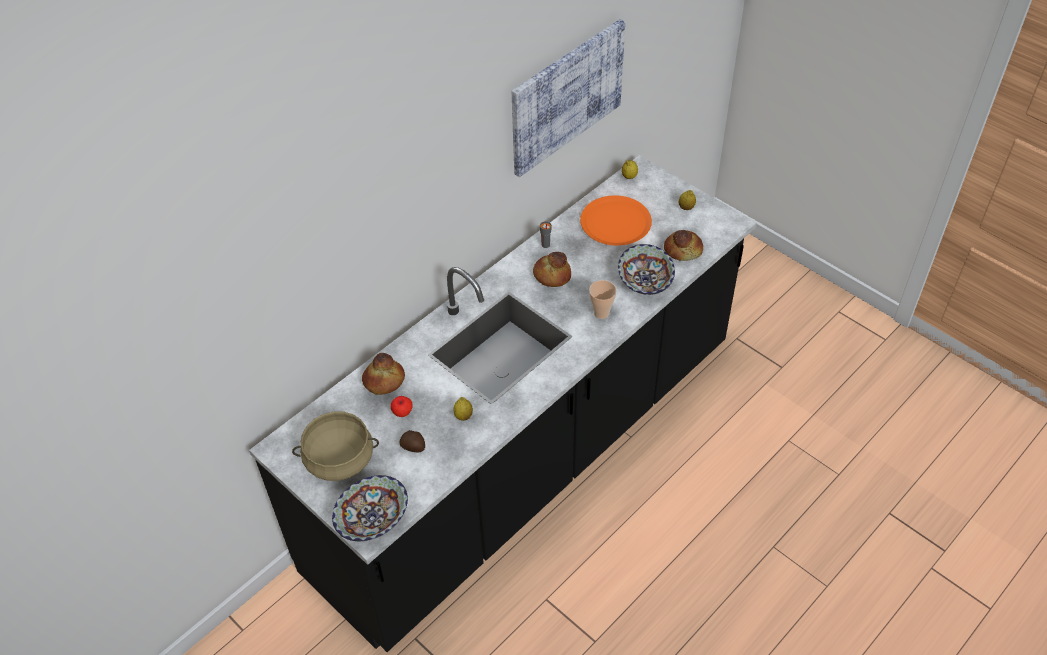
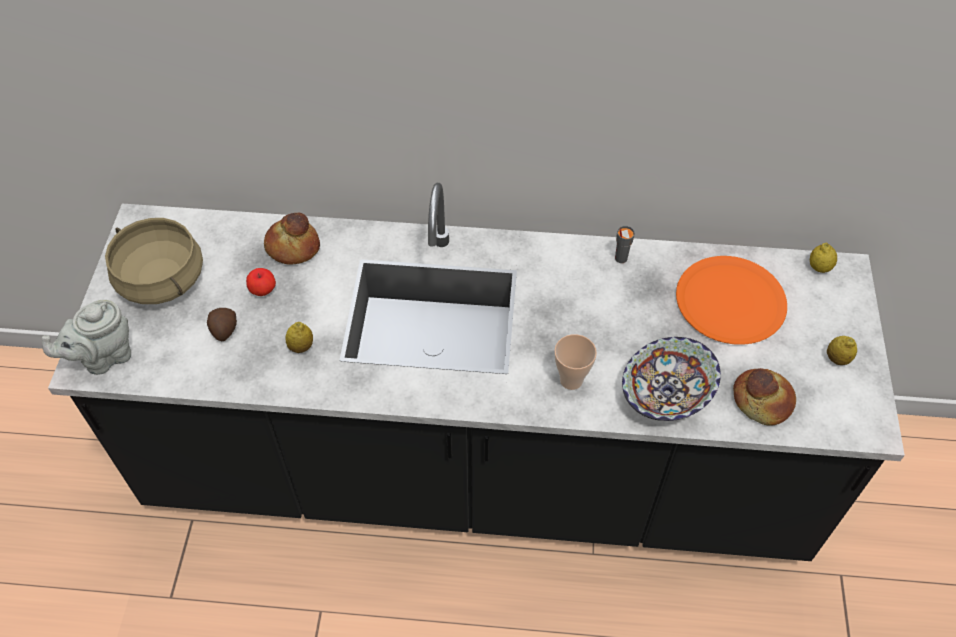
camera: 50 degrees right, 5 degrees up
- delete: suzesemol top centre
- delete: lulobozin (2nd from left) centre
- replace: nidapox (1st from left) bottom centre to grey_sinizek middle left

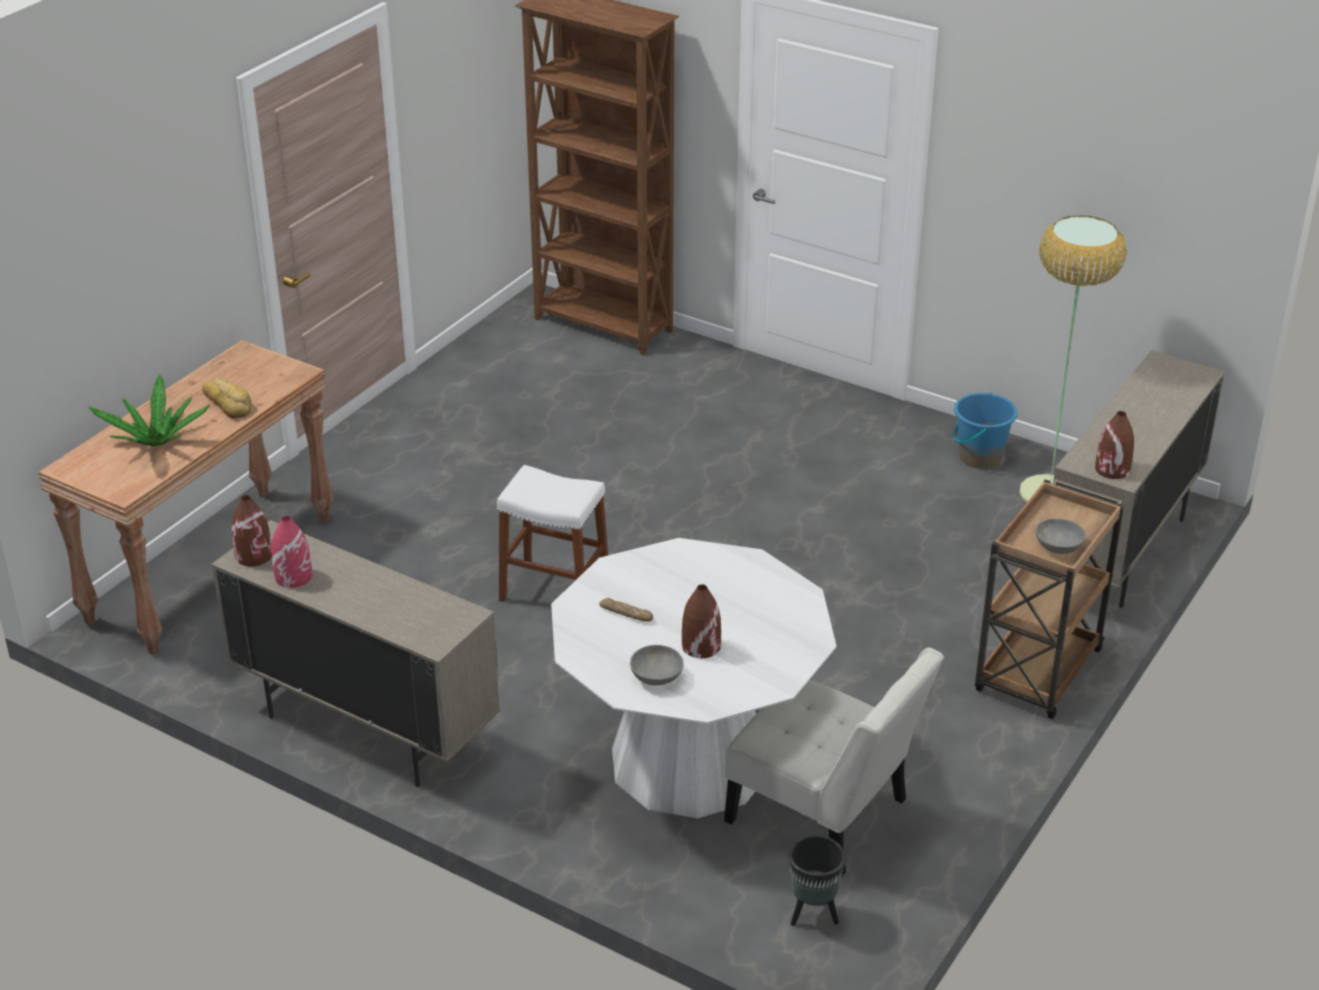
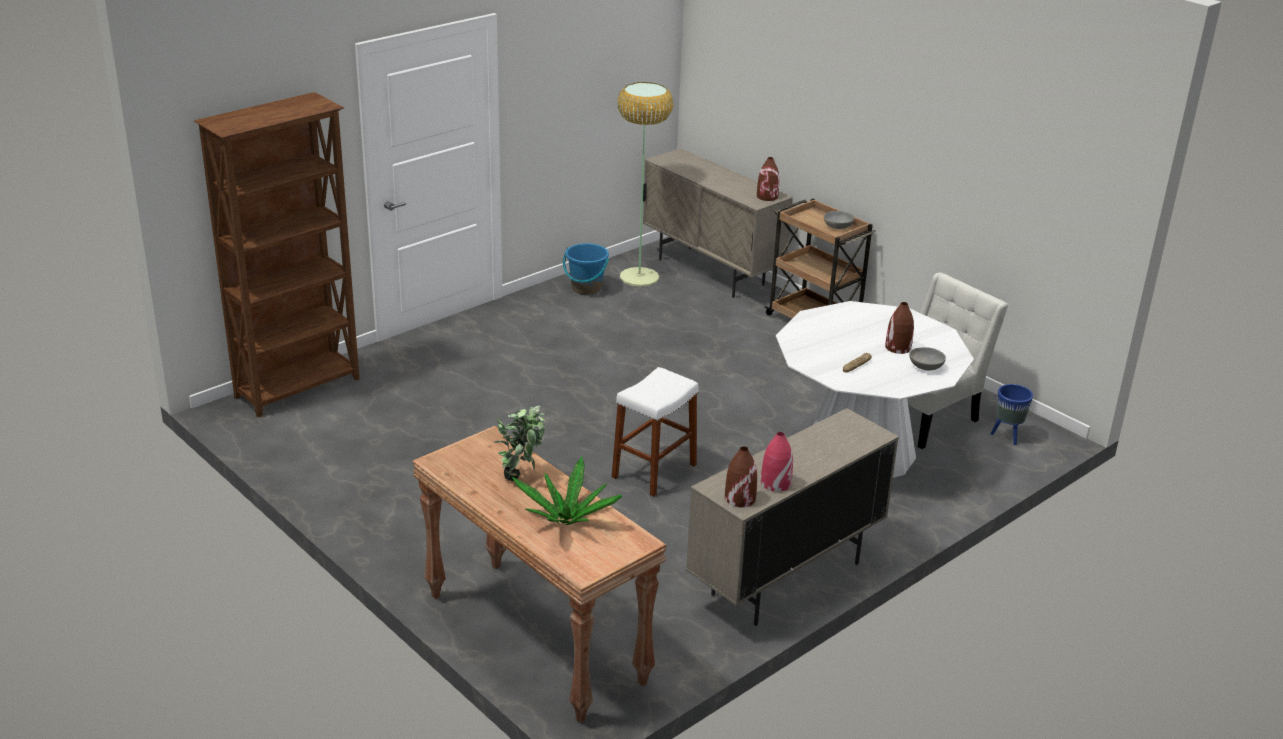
camera: 75 degrees left, 5 degrees down
- replace: lulobozin (1st from left) middle left to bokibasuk (1st from left) centre
- recolor: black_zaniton bottom centre to blue_zaniton middle right

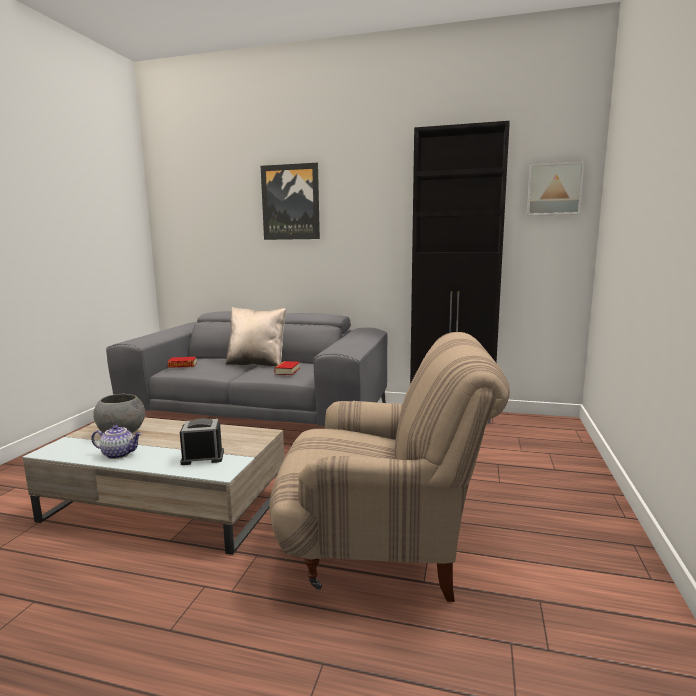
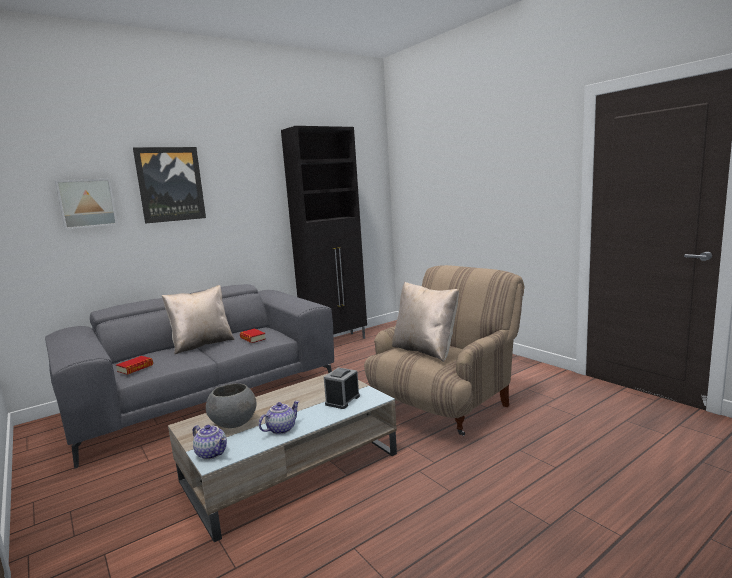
camera: 50 degrees left, 0 degrees up
- insert: sinizek (1st from left) bottom left
- insert: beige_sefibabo (2nd from left) centre
- move: suzesemol (2nd from left in the first image) top right to suzesemol (1st from left) middle left

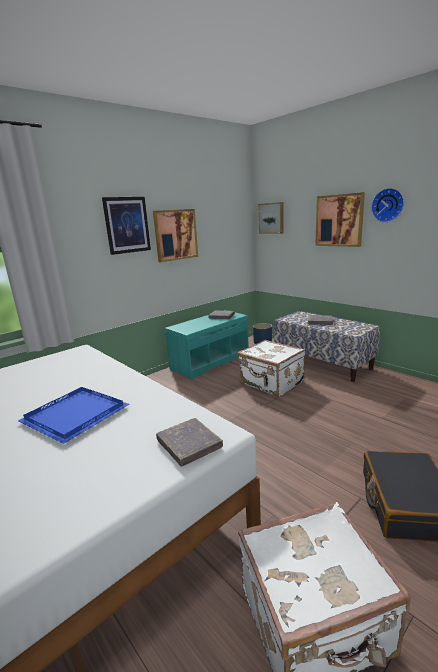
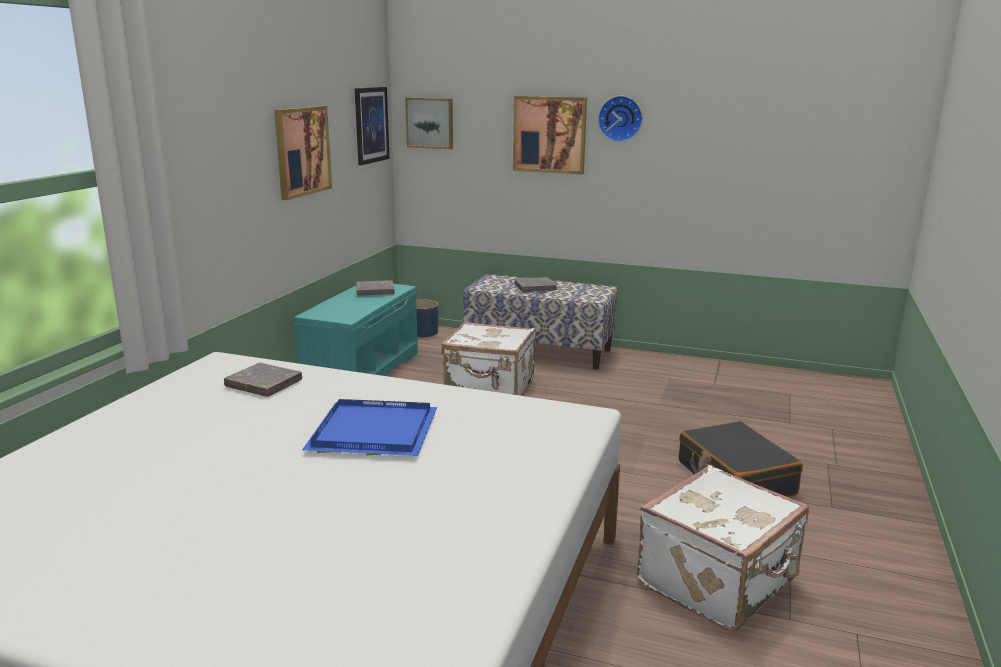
camera: 30 degrees left, 0 degrees up
- move: suzesemol (1st from left in the first image) middle left to suzesemol (2nd from left) top centre
- move: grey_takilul (1st from left) centre to middle left

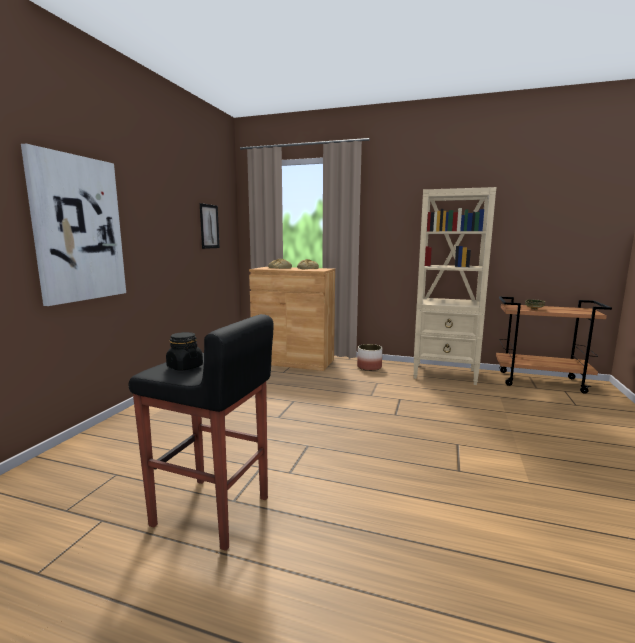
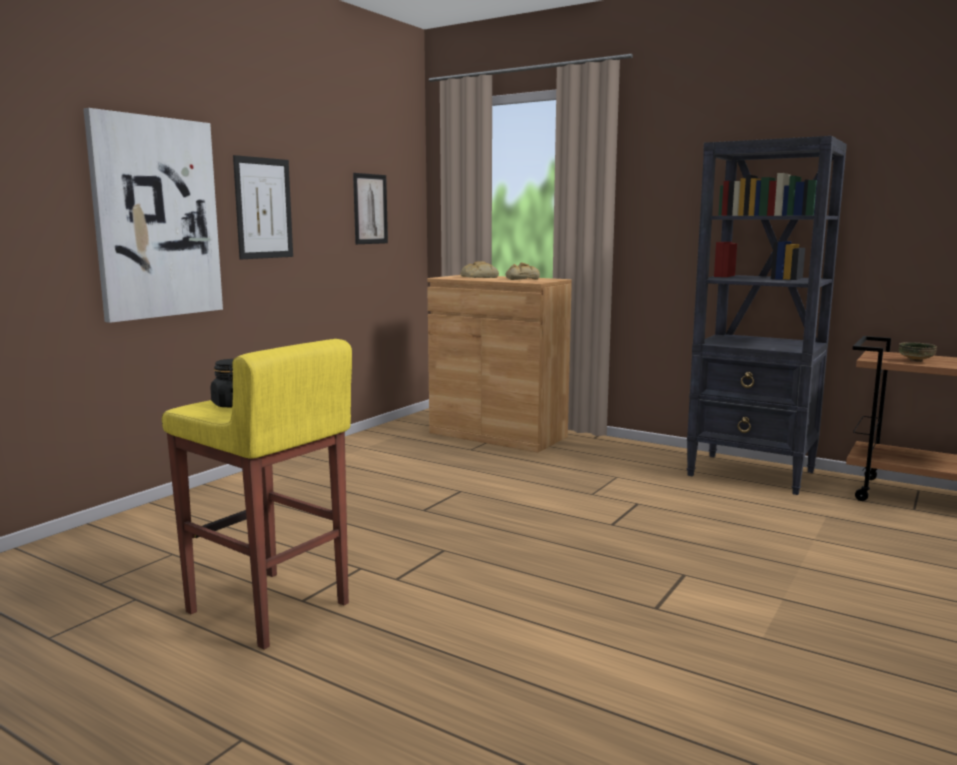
camera: 15 degrees right, 0 degrees up
- delete: zaniton centre
- insert: suzesemol (2nd from left) top left
- recolor: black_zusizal bottom left to yellow_zusizal middle left
- recolor: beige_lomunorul middle right to black_lomunorul middle right

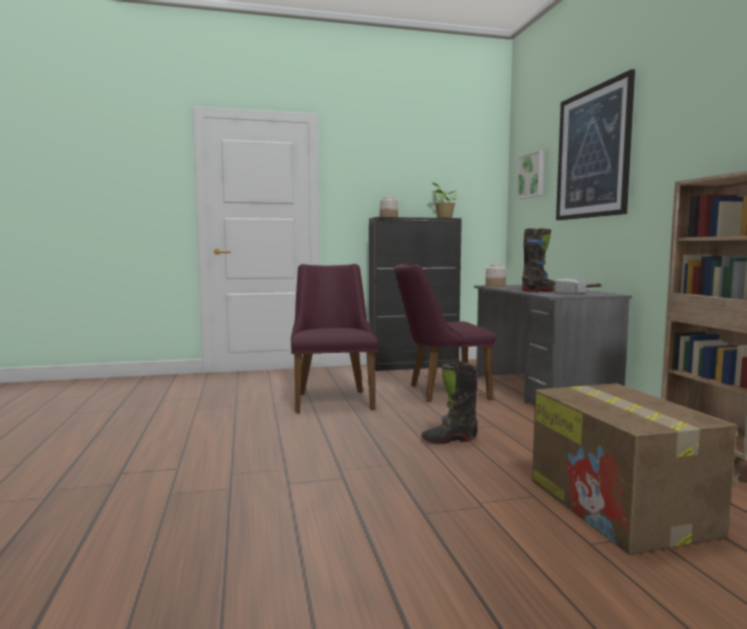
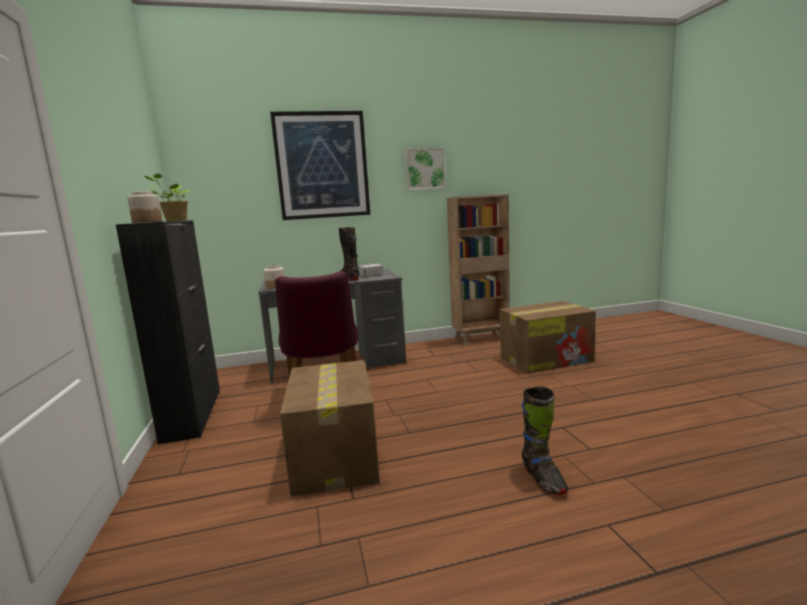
camera: 90 degrees left, 5 degrees up
- move: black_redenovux (1st from left in the first image) centre to black_redenovux (2nd from left) bottom right
- move: suzesemol (1st from left in the first image) top right to suzesemol (2nd from left) top centre
- replace: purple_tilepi (1st from left) centre to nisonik (1st from left) bottom centre

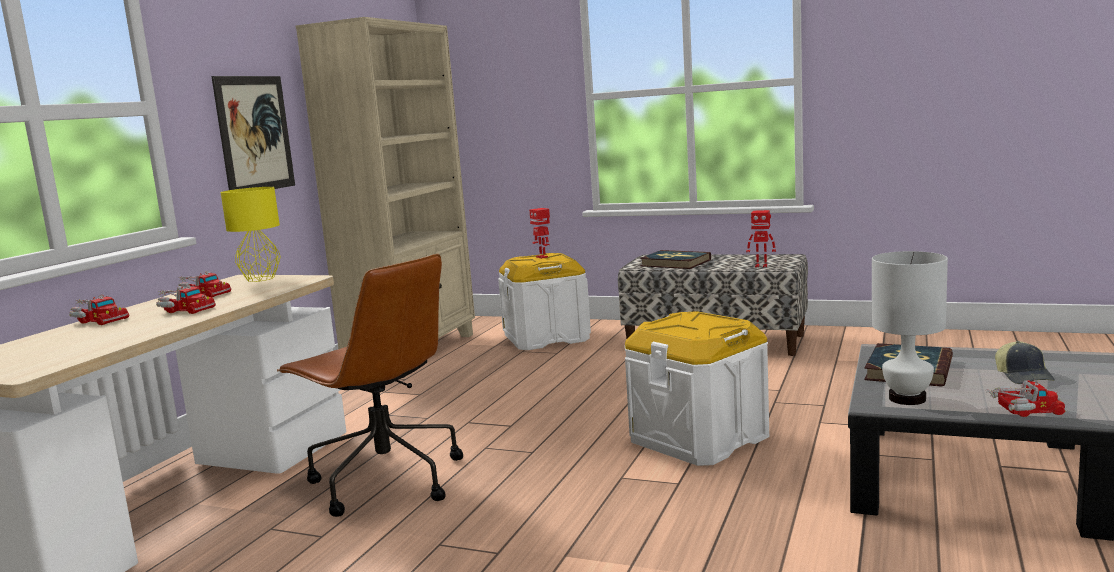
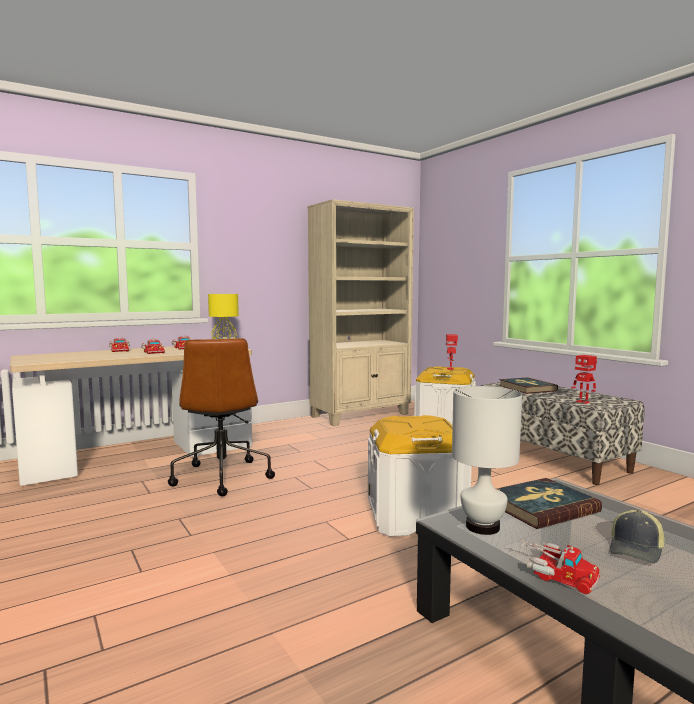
camera: 35 degrees right, 5 degrees down
- delete: suzesemol top left

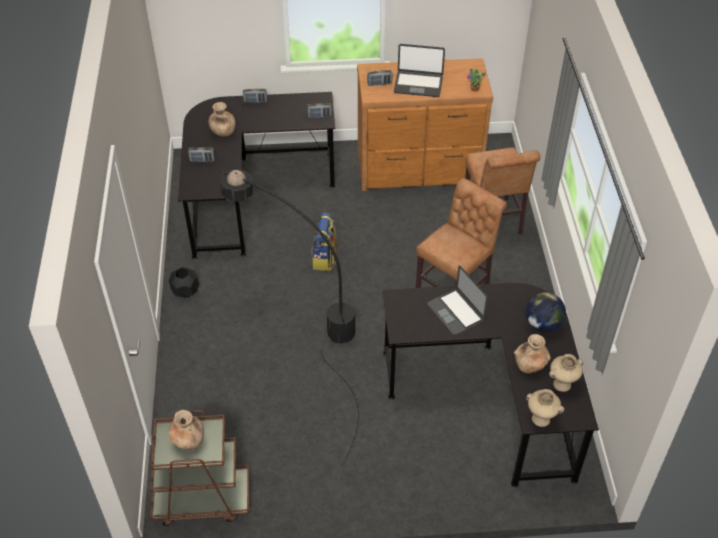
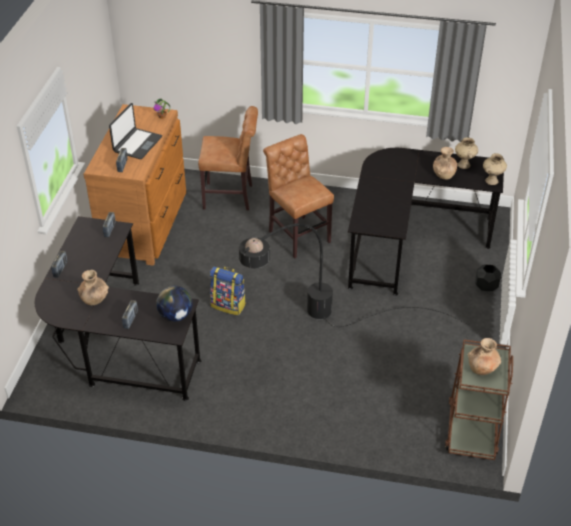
camera: 75 degrees left, 5 degrees down
- delete: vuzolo (2nd from left) centre
- move: black_zaniton middle left to middle right
- move: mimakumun middle right to middle left

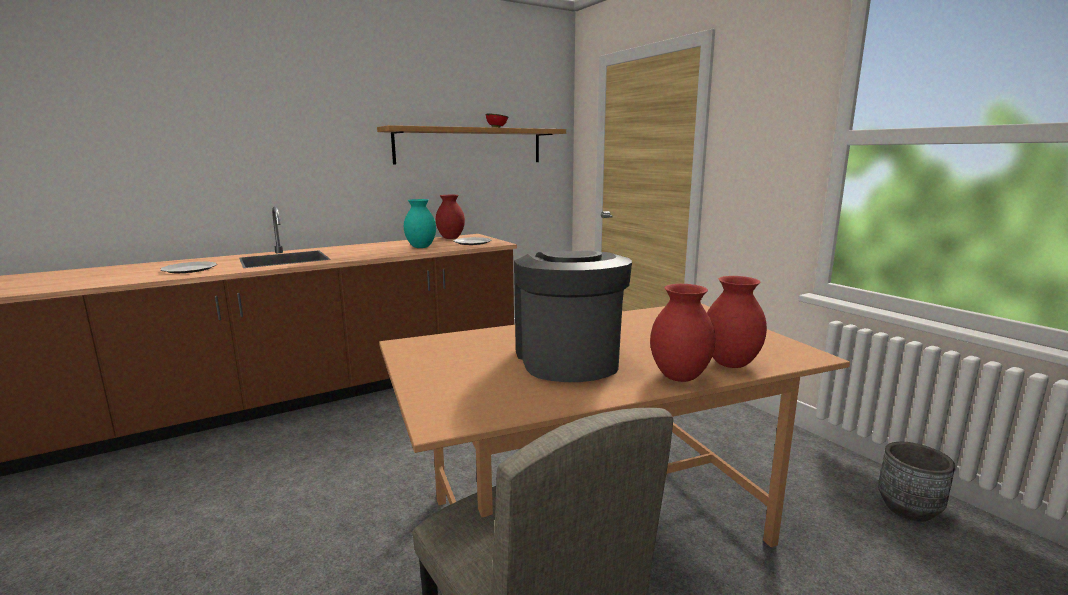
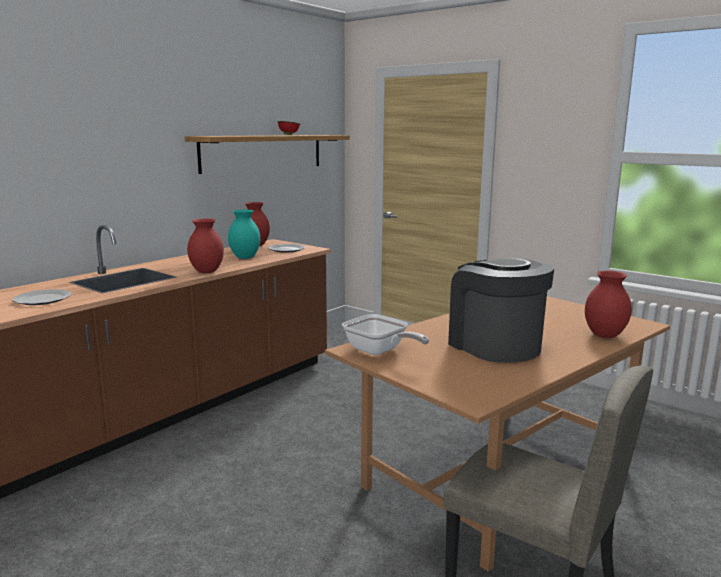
camera: 20 degrees left, 0 degrees up
- delete: grey_zaniton bottom right
- insert: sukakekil centre
- move: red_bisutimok (2nd from left in the first image) centre to red_bisutimok (1st from left) middle left

